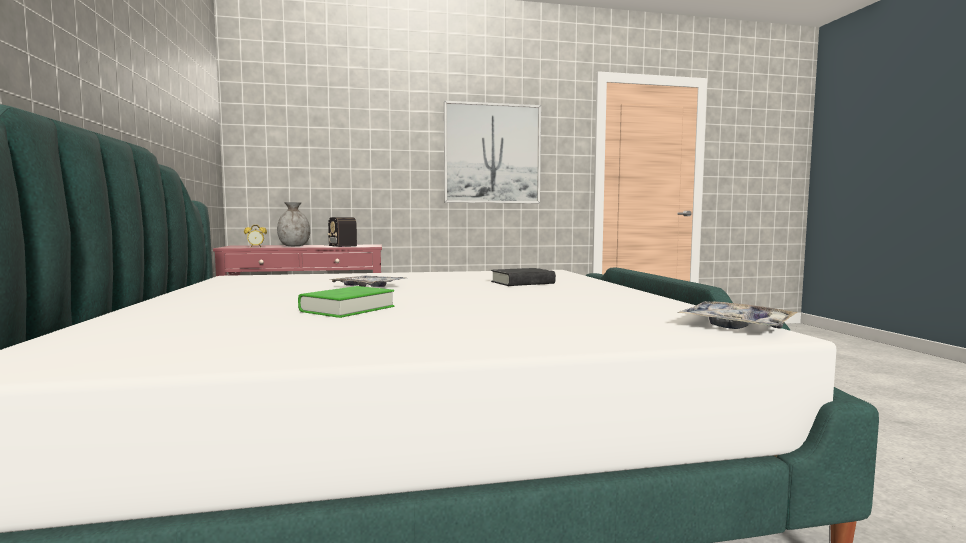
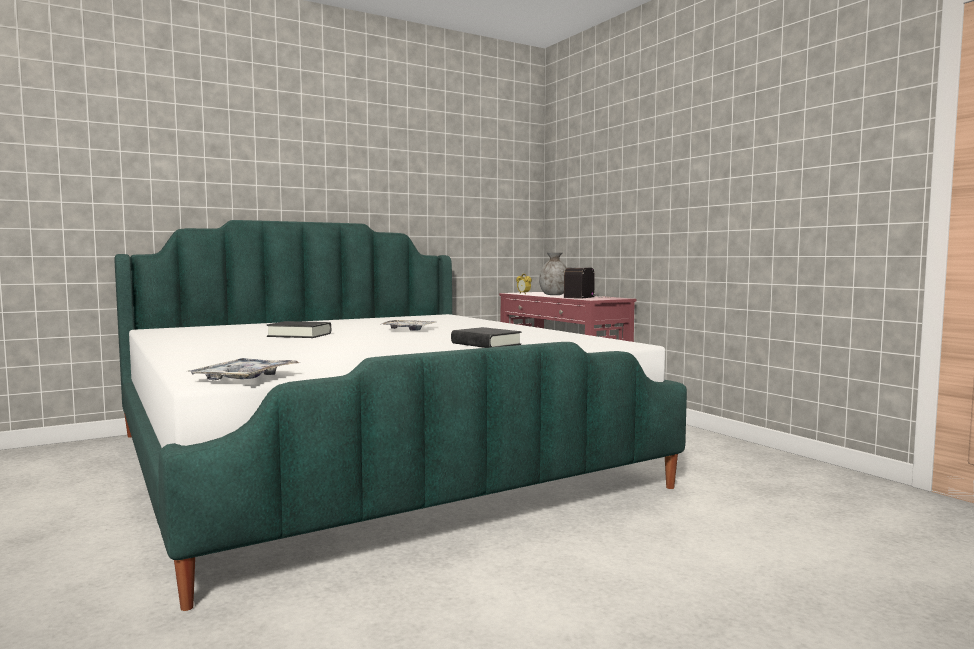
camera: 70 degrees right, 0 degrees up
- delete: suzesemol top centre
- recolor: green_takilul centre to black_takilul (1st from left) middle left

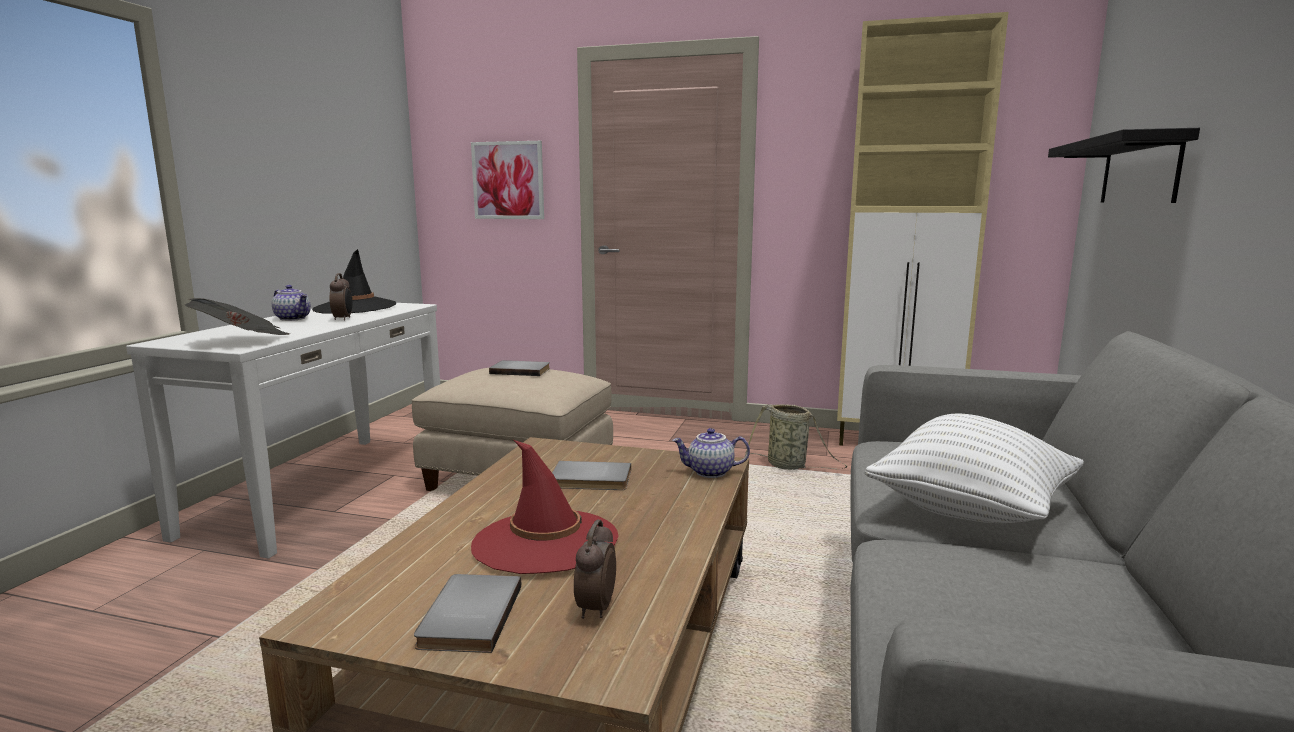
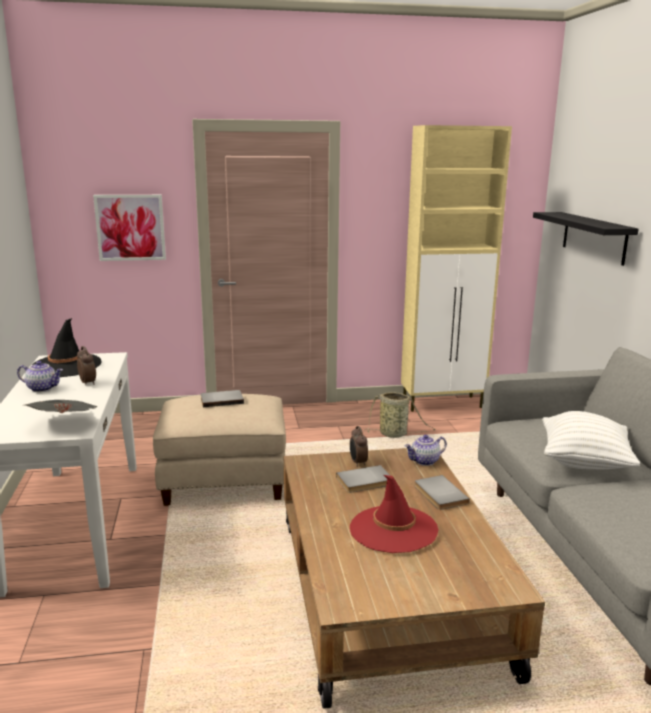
camera: 25 degrees left, 5 degrees up
- move: grey_takilul (1st from left in the first image) bottom centre to grey_takilul (3rd from left) bottom right
- move: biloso (2nd from left) bottom centre to centre

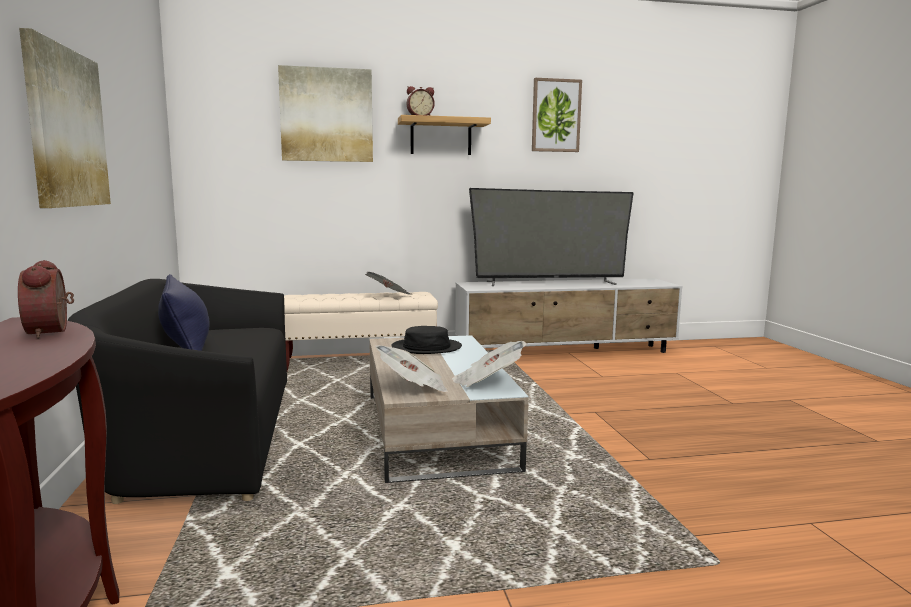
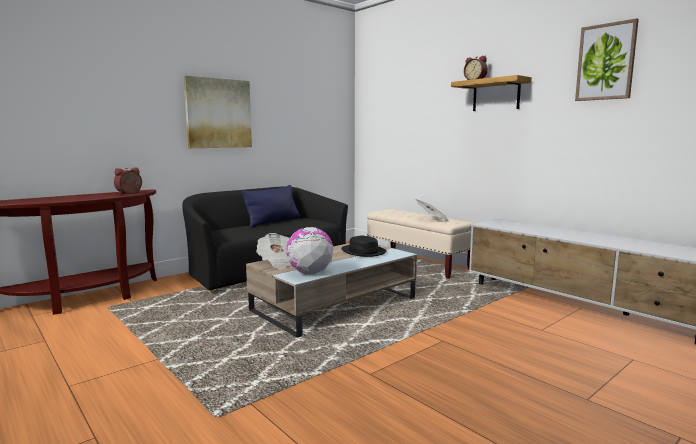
camera: 60 degrees right, 0 degrees up
- delete: suzesemol (2nd from left) top centre
- delete: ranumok centre
- replace: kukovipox (3rd from left) centre to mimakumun centre

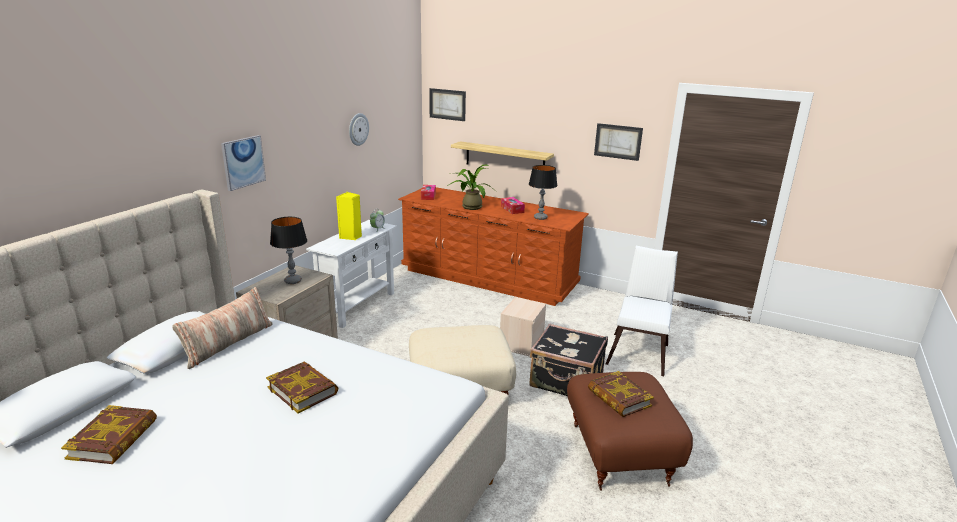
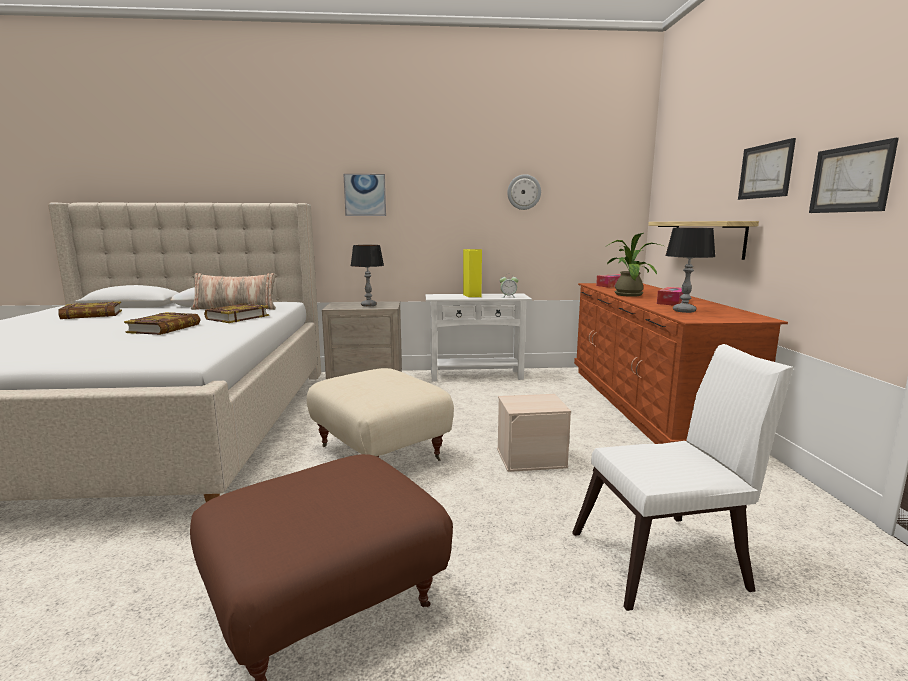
camera: 60 degrees right, 10 degrees down
- delete: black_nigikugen bottom centre
- move: suzesemol (2nd from left) top centre to top right
- move: takilul (3rd from left) bottom centre to middle left

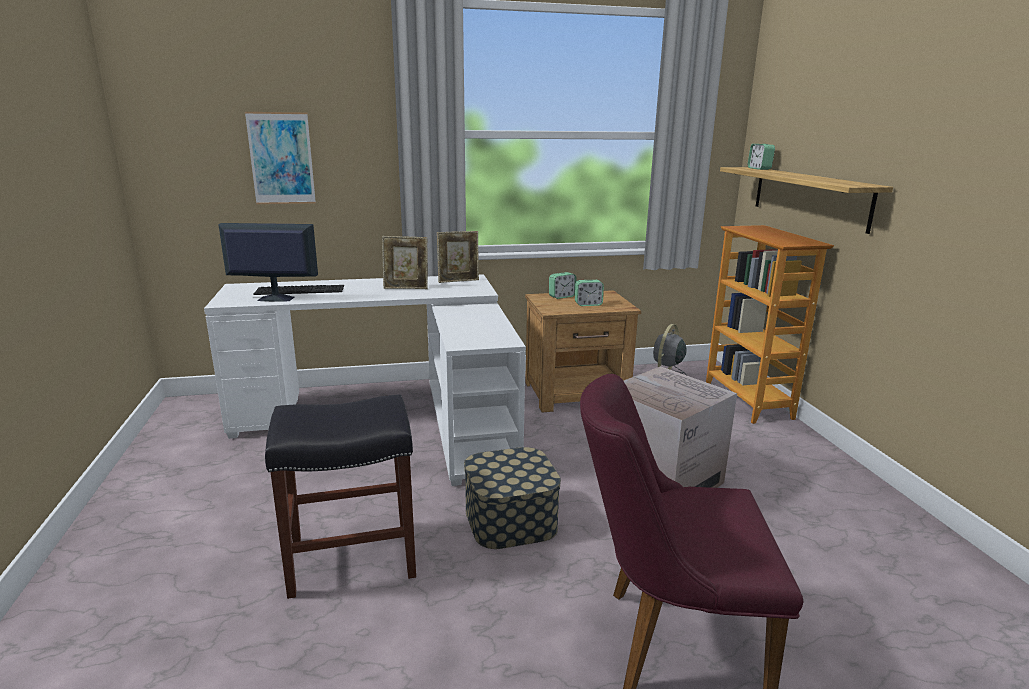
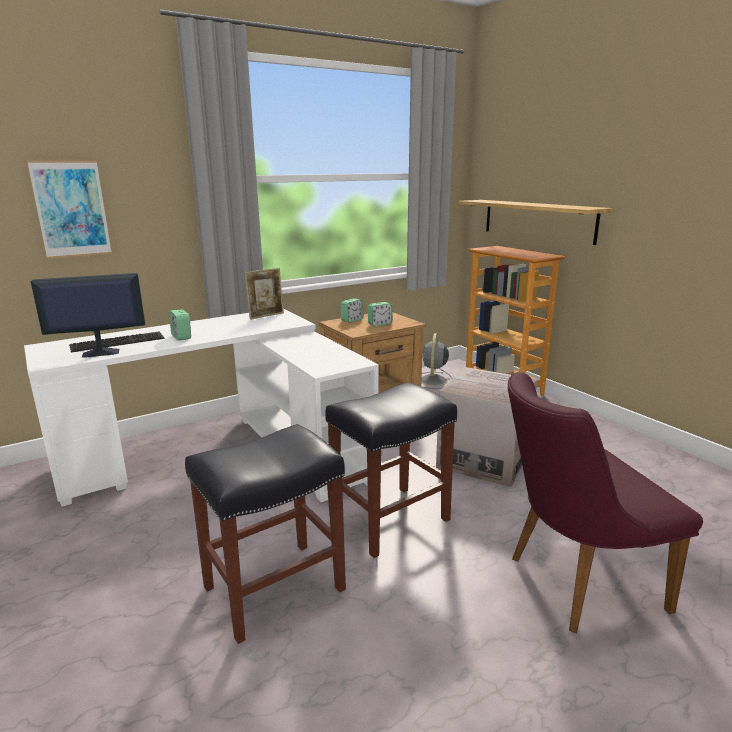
camera: 20 degrees left, 0 degrees up
- delete: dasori (1st from left) centre
- move: biloso (3rd from left in the first image) top right to biloso (1st from left) middle left
- replace: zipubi bottom centre to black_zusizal (2nd from left) centre

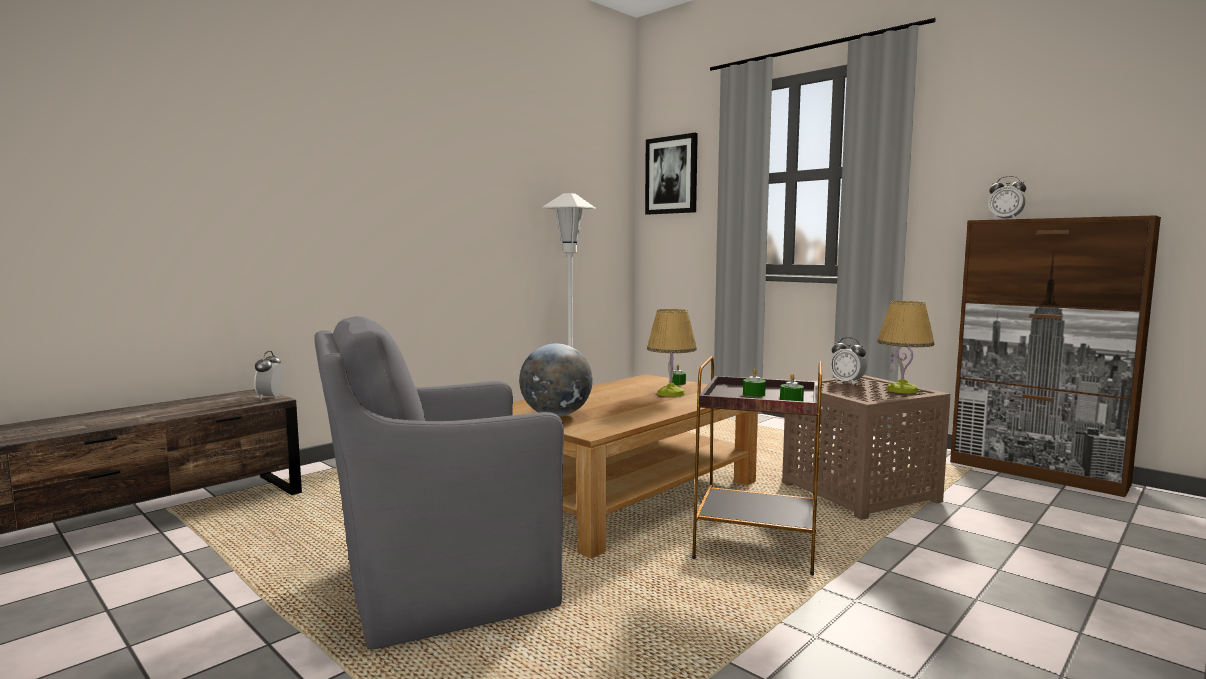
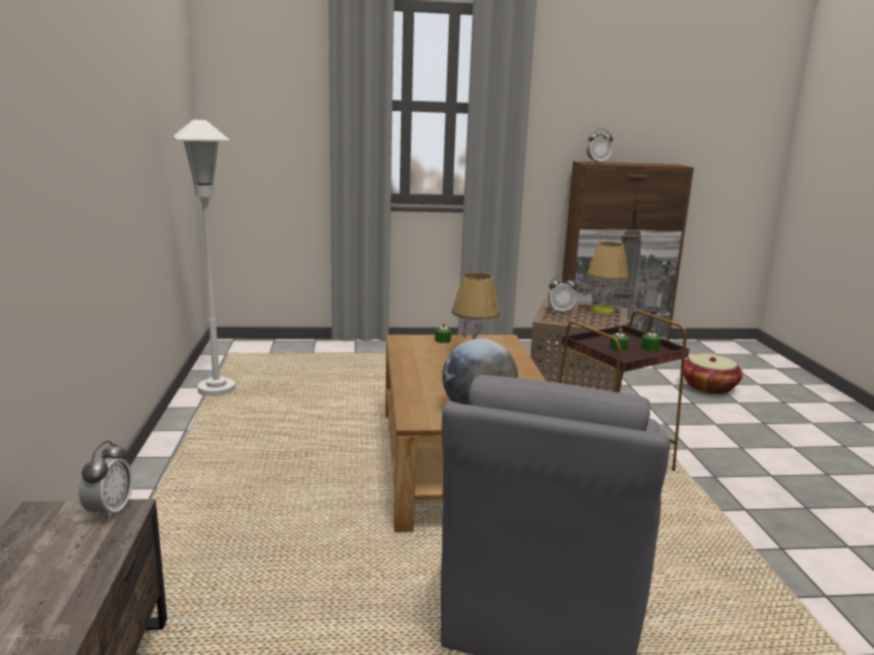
camera: 50 degrees left, 10 degrees up
- delete: suzesemol top centre
- insert: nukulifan middle right
- rotate: biloso (1st from left) middle left = bottom left 120 degrees counterclockwise

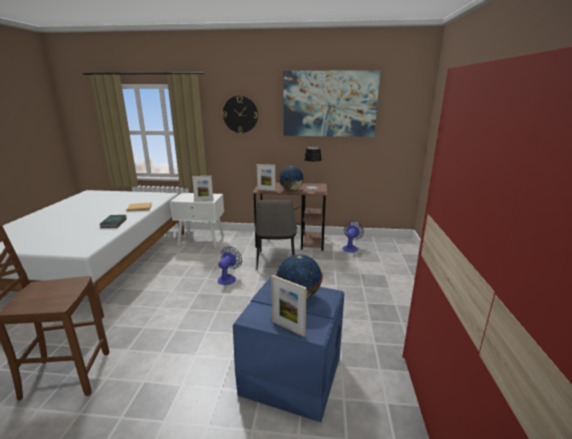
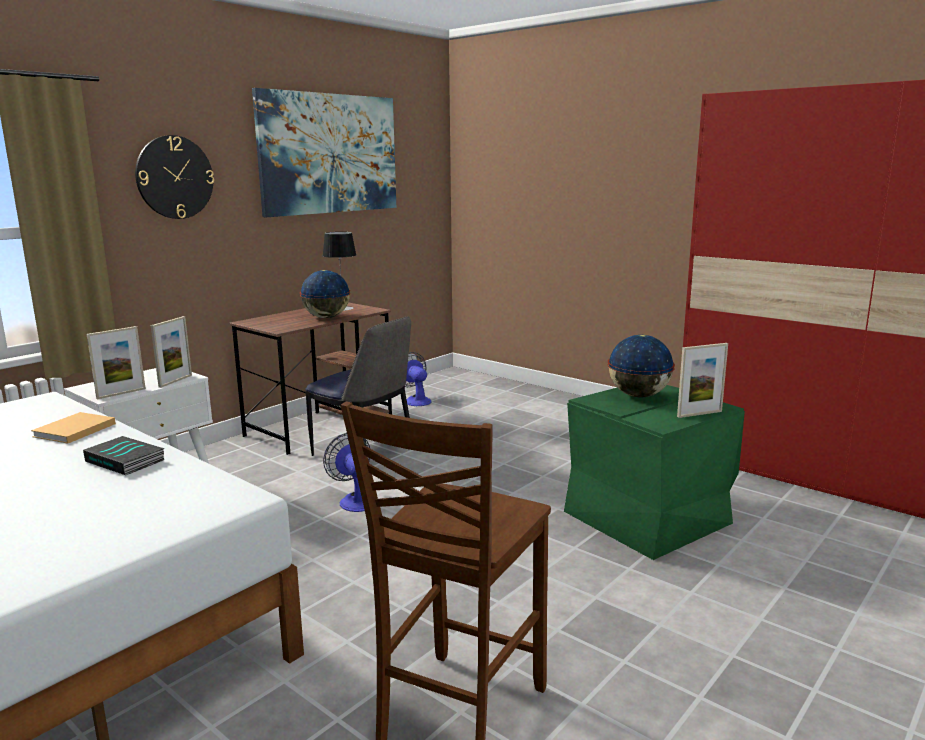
camera: 55 degrees left, 5 degrees down
- move: dasori (2nd from left in the first image) centre to dasori (1st from left) middle left
- recolor: blue_zipubi bottom centre to green_zipubi middle right

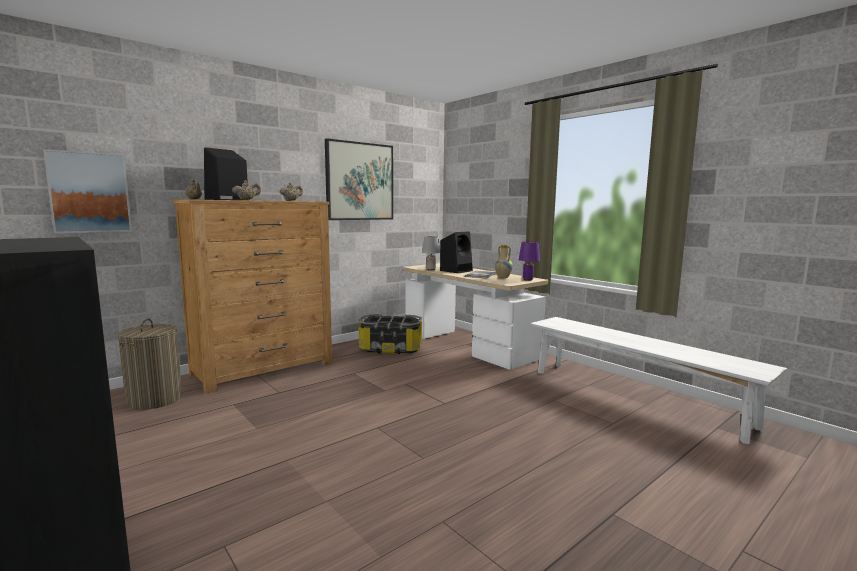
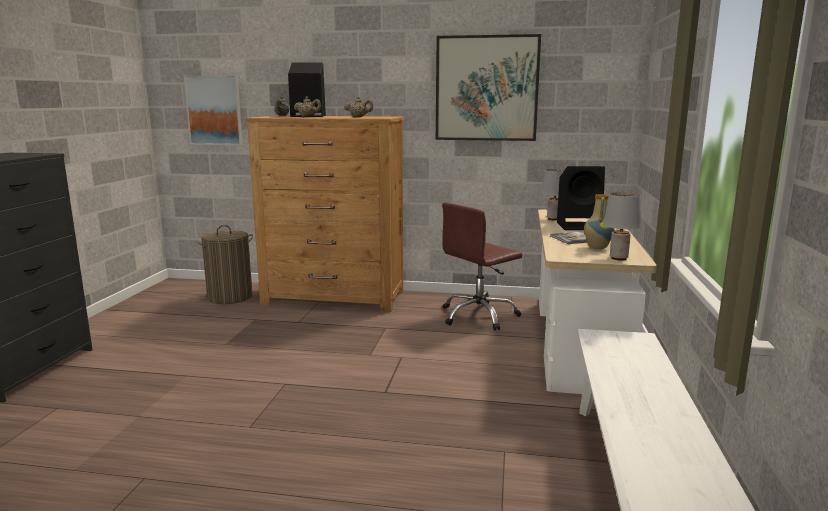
camera: 50 degrees right, 5 degrees up
- replace: zipubi centre to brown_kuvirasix centre
- recolor: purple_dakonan centre to grey_dakonan (2nd from left) middle right

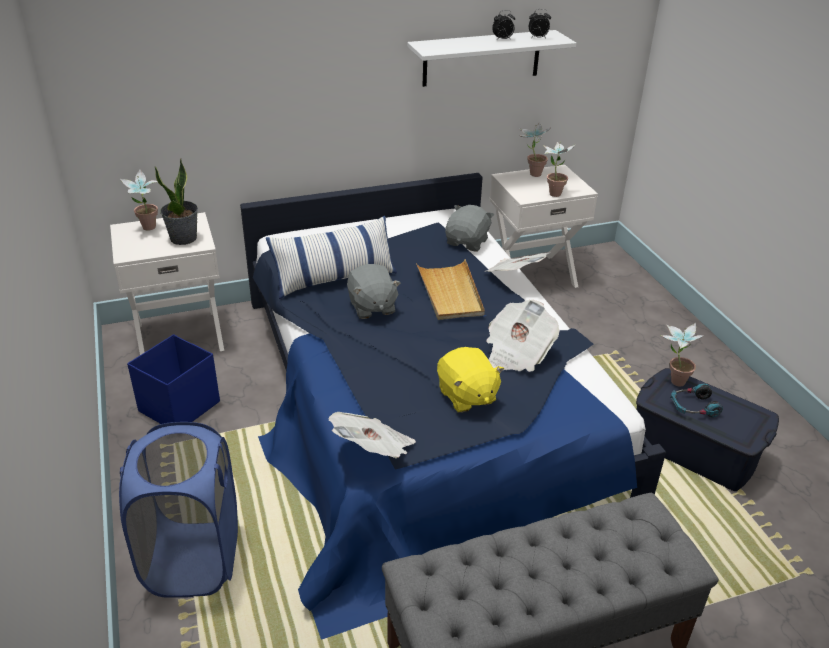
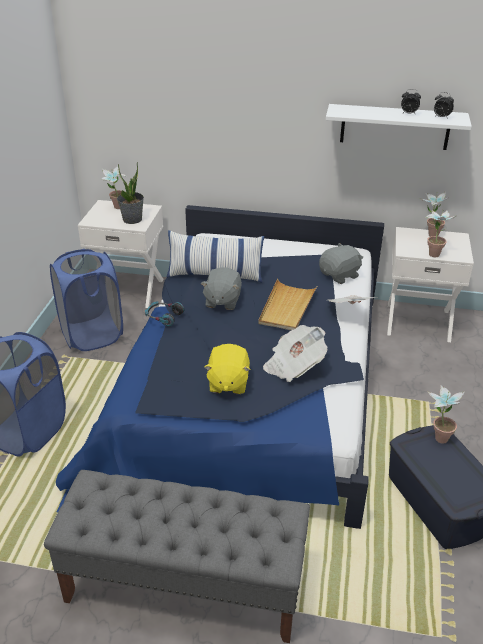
camera: 30 degrees right, 0 degrees up
- delete: kukovipox (1st from left) bottom centre
- move: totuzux middle right to centre
- replace: blue_zipubi (1st from left) middle left to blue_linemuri (2nd from left) middle left

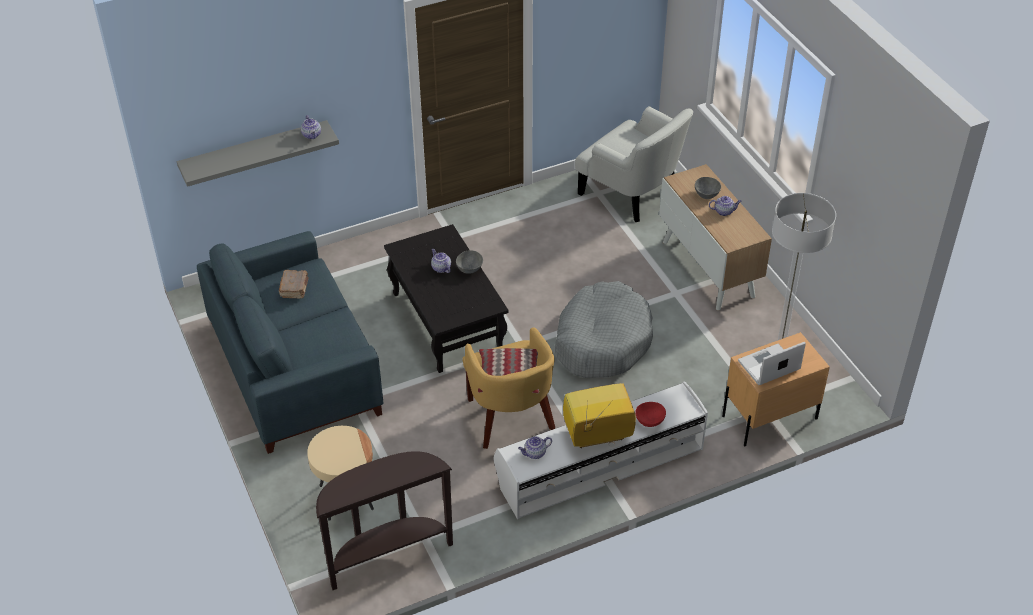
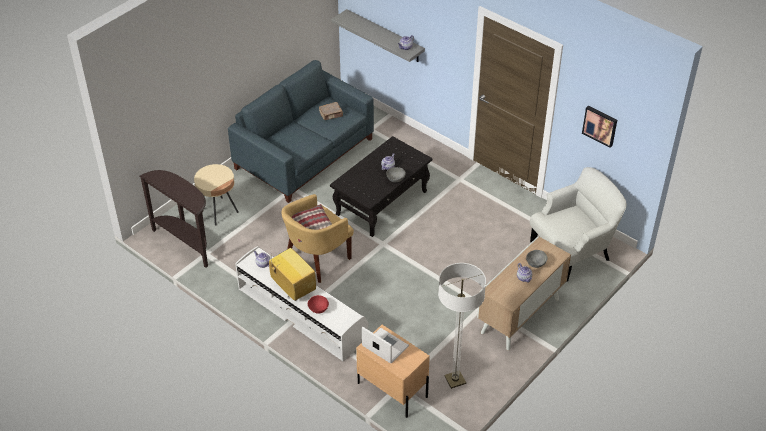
camera: 65 degrees right, 0 degrees up
- delete: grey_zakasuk centre
- insert: suzesemol top right
- rotate: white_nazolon top centre = middle right 135 degrees counterclockwise

